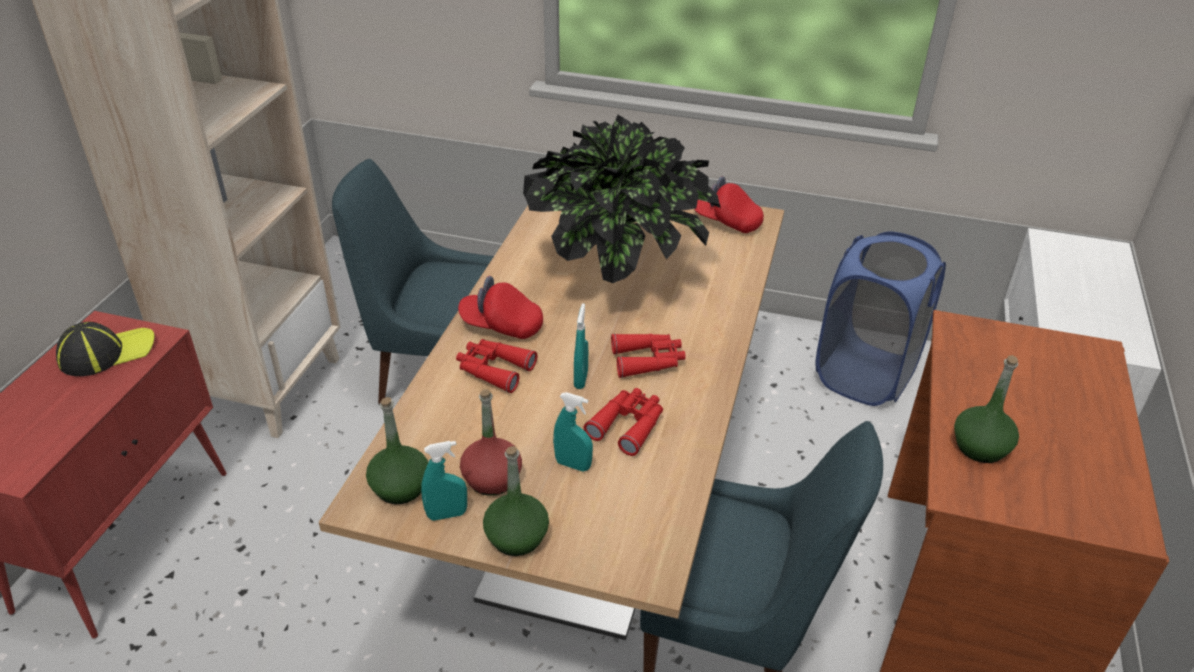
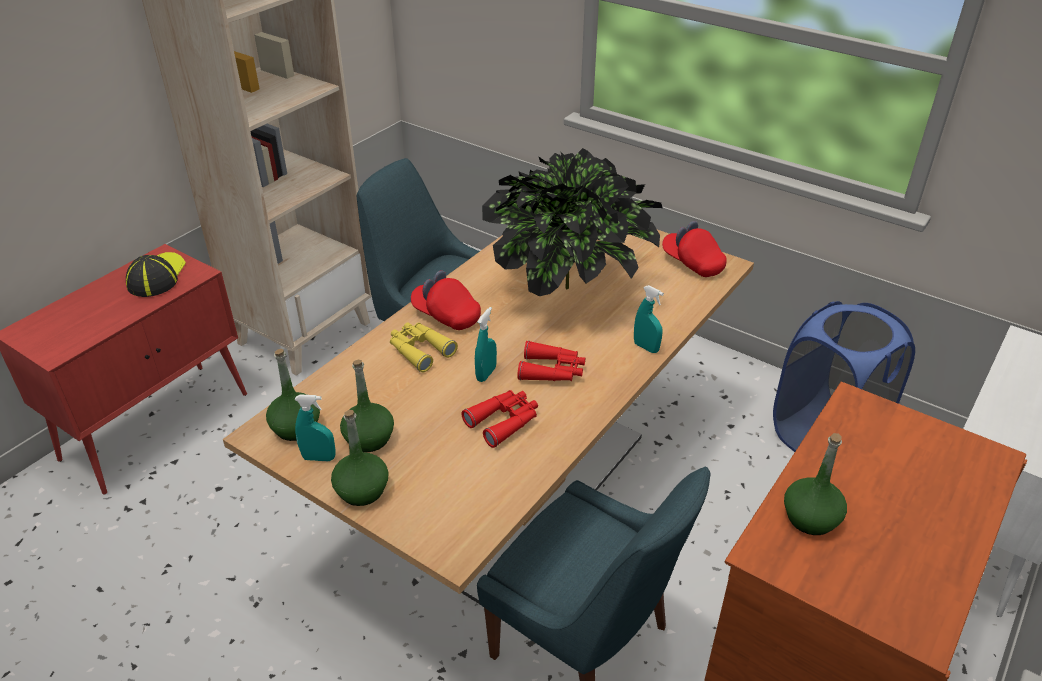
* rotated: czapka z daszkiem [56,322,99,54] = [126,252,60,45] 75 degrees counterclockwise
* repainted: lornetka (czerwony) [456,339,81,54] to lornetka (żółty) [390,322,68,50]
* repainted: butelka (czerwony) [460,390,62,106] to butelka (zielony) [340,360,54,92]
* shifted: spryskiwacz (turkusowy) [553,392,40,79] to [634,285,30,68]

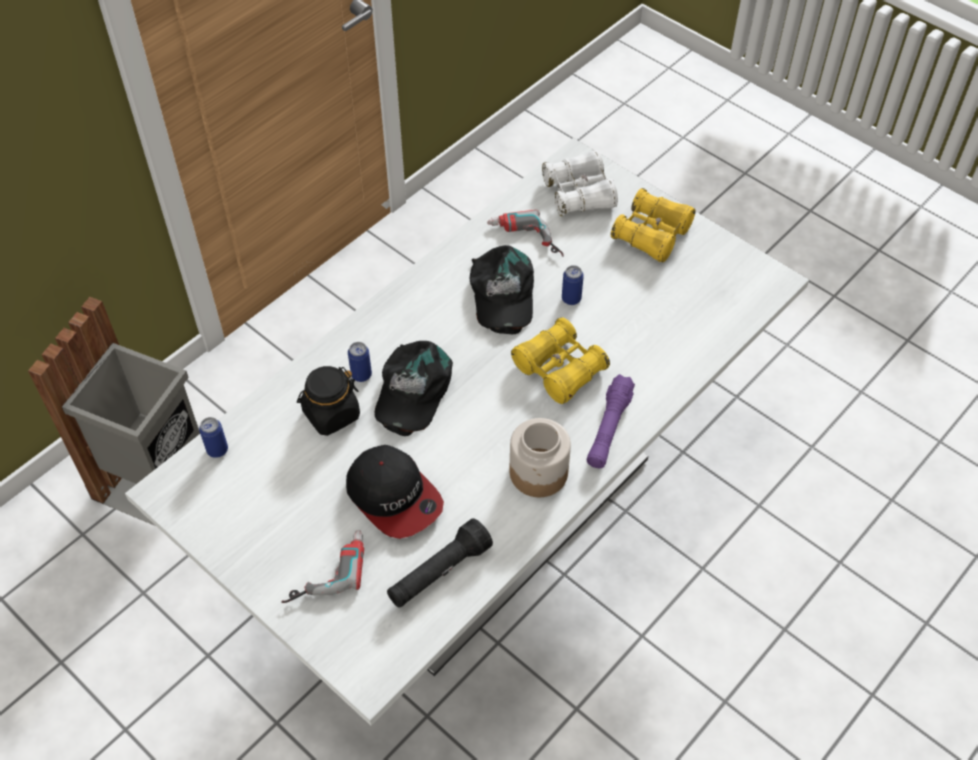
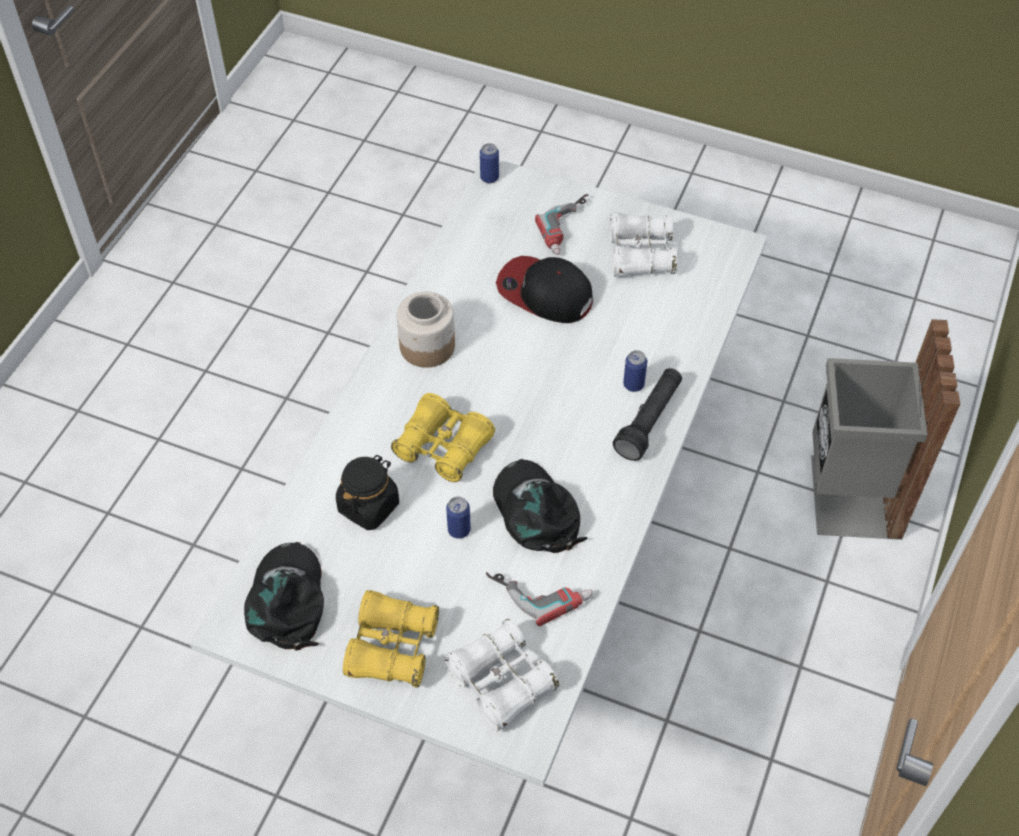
* shifted: czapka z daszkiem (czarny) [374,341,79,95] to [244,542,80,109]
* shifted: słoik (czarny) [297,366,63,70] to [336,455,63,75]
* gone: latarka (fioletowy) [587,374,48,94]
* shifted: puszka [199,417,29,41] to [480,143,19,40]
* shifted: latarka (czarny) [387,518,106,89] to [613,368,69,93]
* new: lornetka (biały) [610,213,67,64]

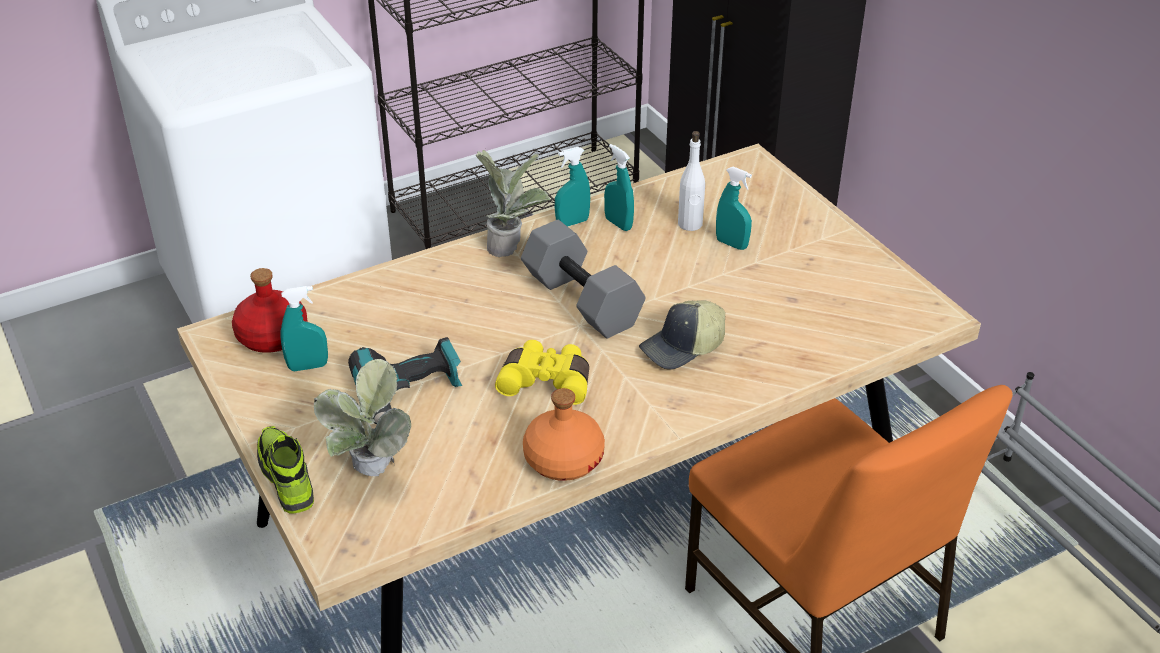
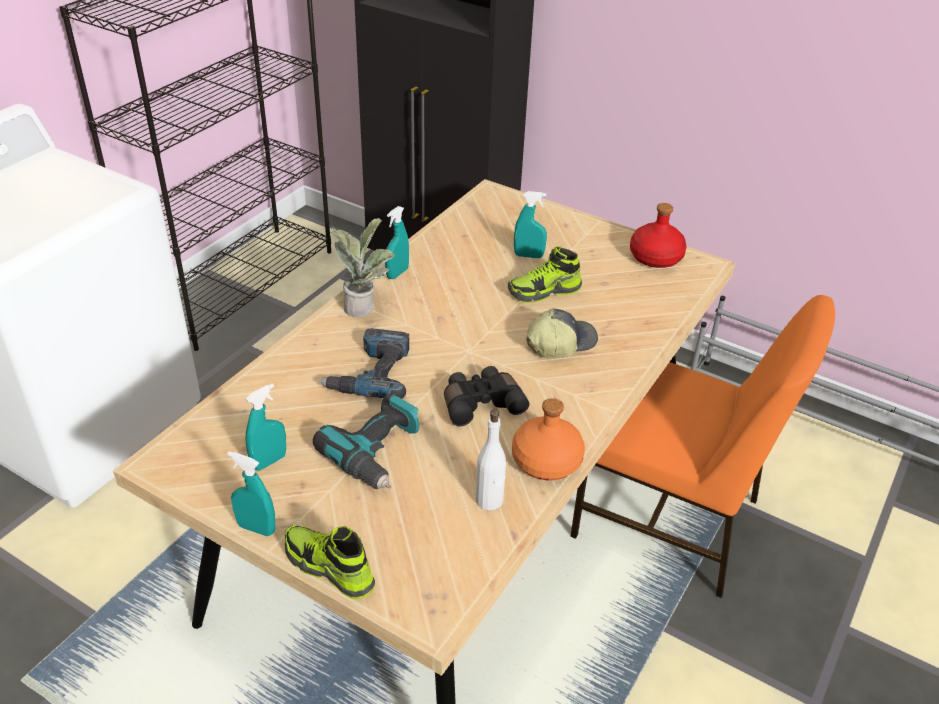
* shifted: butelka (biały) [678,131,27,100] to [475,409,31,101]
* shifted: spryskiwacz (turkusowy) [604,144,30,87] to [227,451,48,85]
* gone: hantel (szary) [521,220,125,119]
* shifted: butelka (czerwony) [232,268,76,85] to [630,203,57,65]
* rotated: czapka z daszkiem [639,300,86,70] = [526,308,72,50] 150 degrees counterclockwise
* repainted: lornetka (żółty) [495,340,94,65] to lornetka (czarny) [444,366,85,61]
* gone: roślina doniczkowa [314,359,97,118]
* new: but [508,246,74,57]
* new: wiertarka [318,328,91,71]

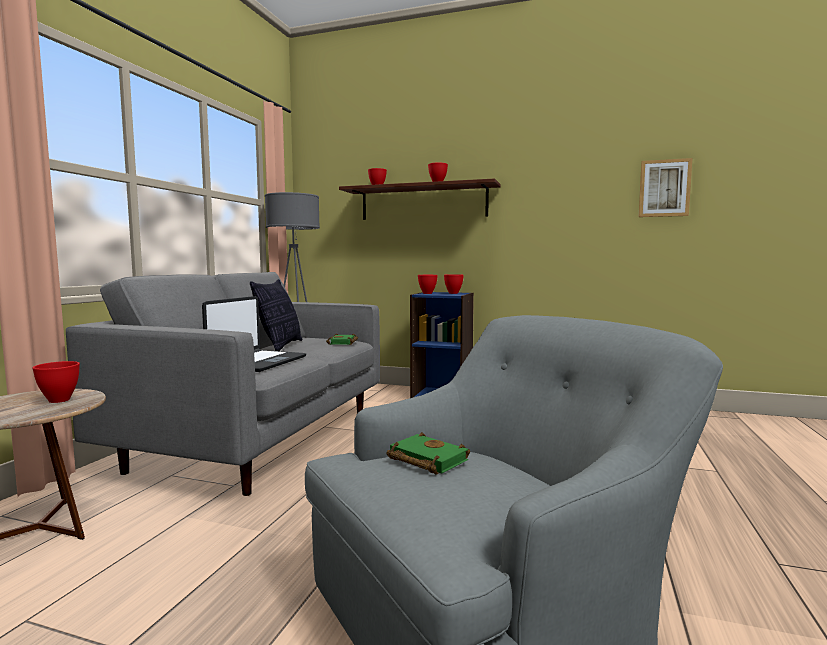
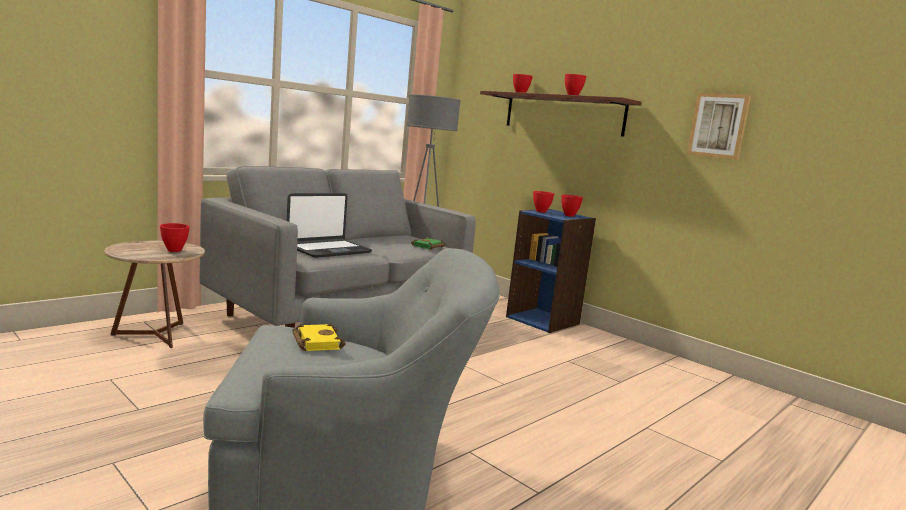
* shifted: obraz [638,158,54,59] to [687,93,64,67]
* gone: poduszka [250,279,53,72]
* repainted: książka (zielony) [386,432,84,42] to książka (żółty) [292,323,54,28]

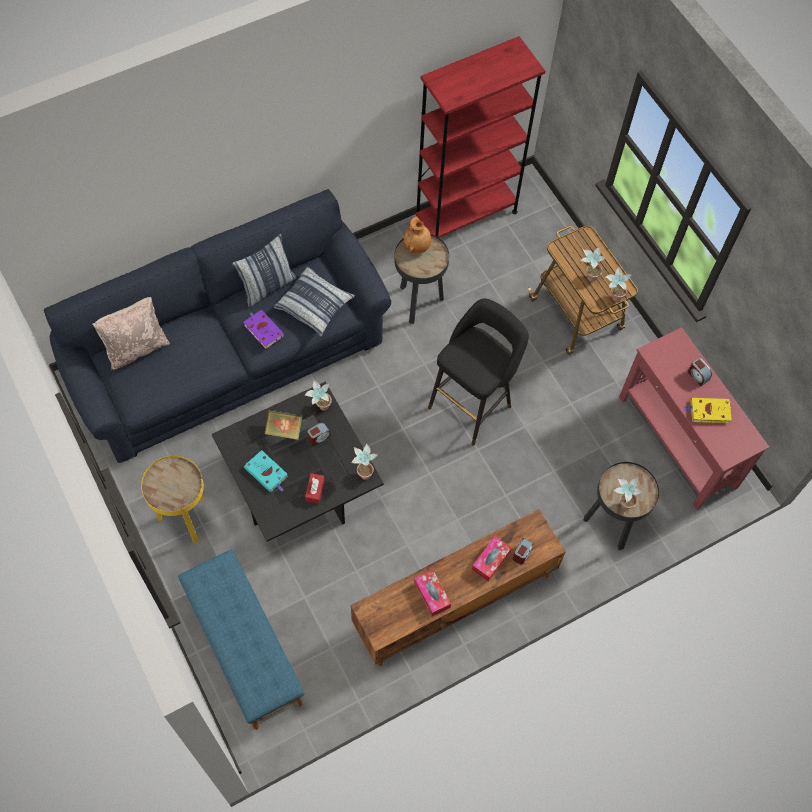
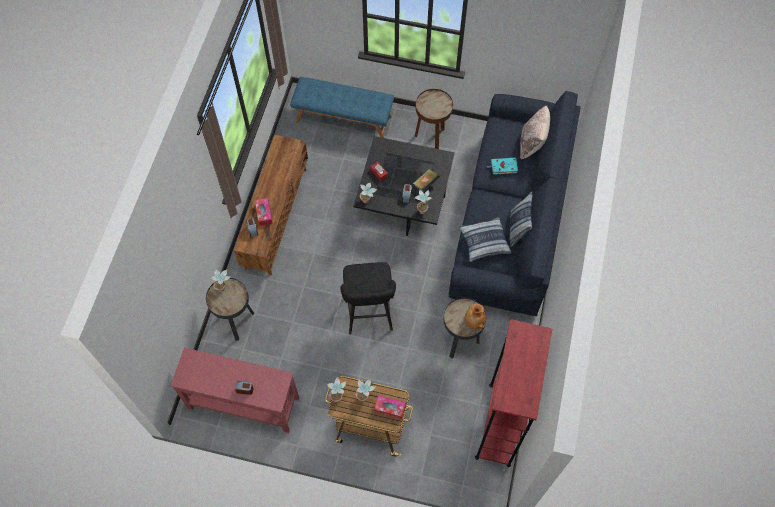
* gone: książka (fioletowy) [243,310,42,39]
* gone: książka (żółty) [683,398,49,25]
* shifted: książka (turkusowy) [244,450,44,42] to [487,158,31,17]
* repainted: stolik (żółty) [141,456,63,88] to stolik (brązowy) [415,89,38,60]
* shifted: pudełko chusteczek [414,570,37,46] to [374,395,32,24]

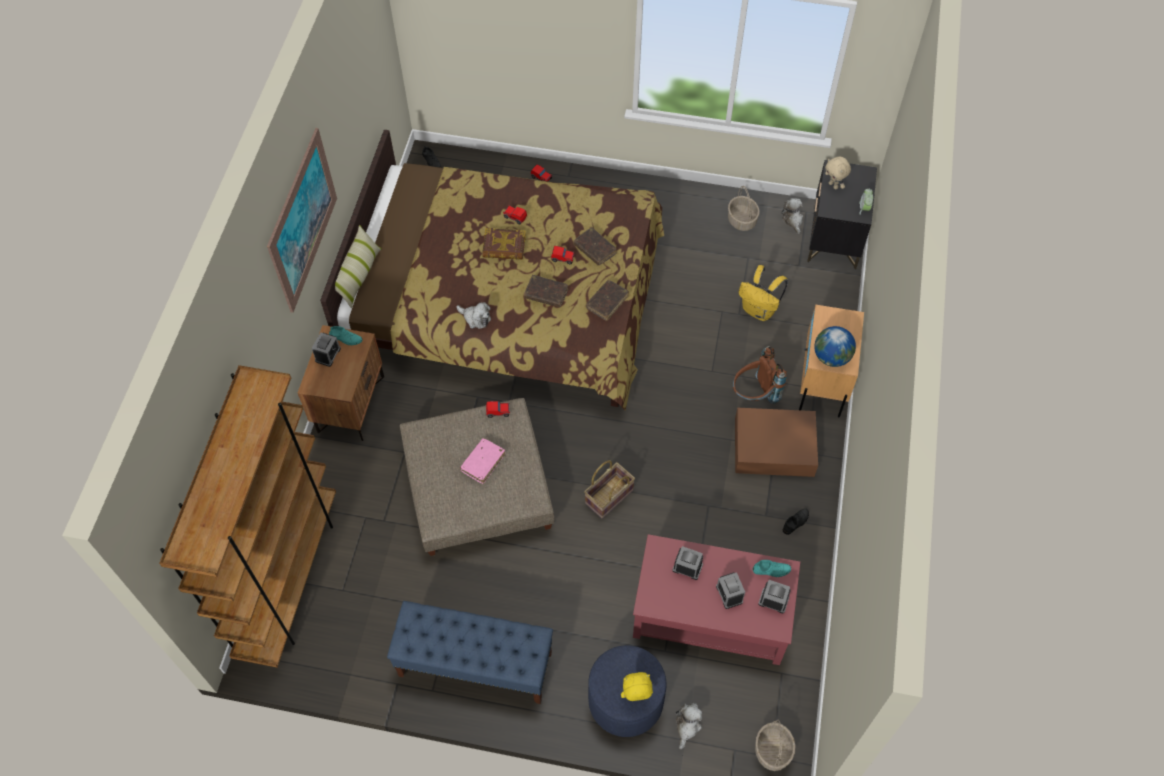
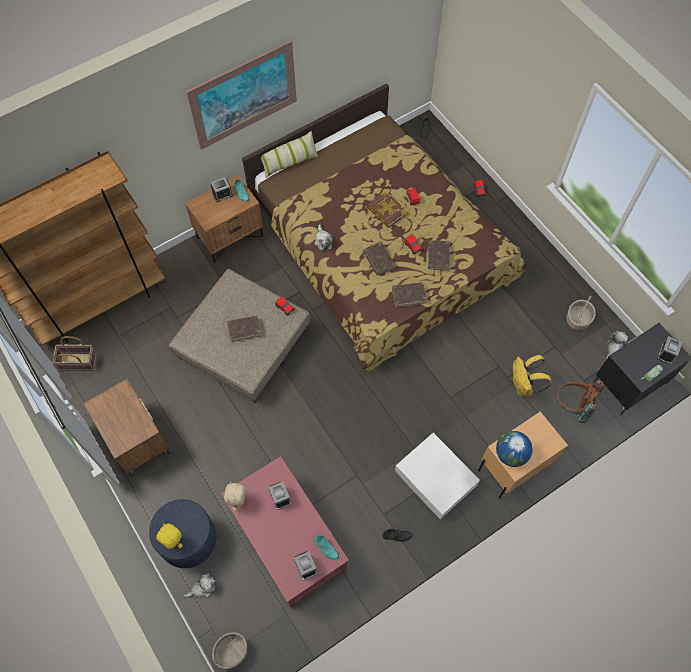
* shifted: pluszak (beżowy) [825,157,26,32] to [224,482,22,29]
* shifted: plecak (brązowy) [733,346,54,58] to [556,381,48,42]
* repainted: pojemnik do przechowywania (brązowy) [735,408,83,69] to pojemnik do przechowywania (biały) [395,433,85,87]
* repainted: książka (różowy) [460,438,45,46] to książka (brązowy) [227,315,35,27]
* shifted: koszyk [584,460,51,59] to [52,336,45,35]
* shifted: budzik [716,572,29,37] to [657,336,26,28]
* swapped: ławka (niebieski) [387,601,166,103] to szafka nocna (brązowy) [83,379,88,99]

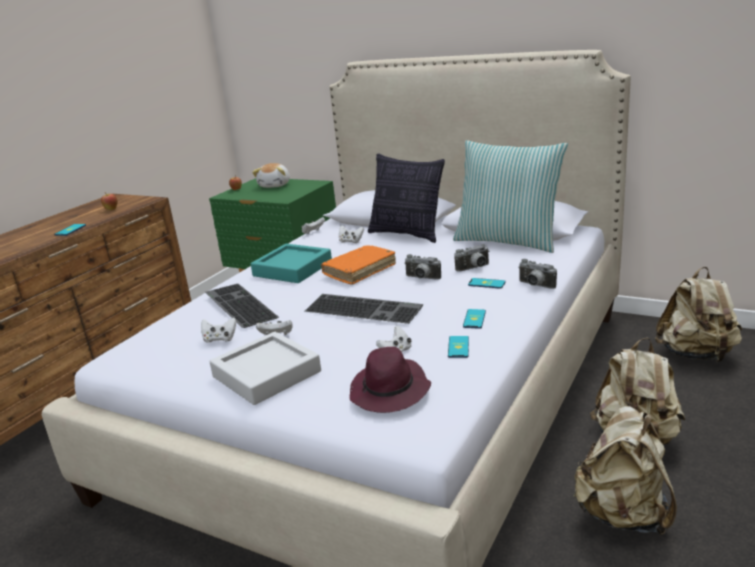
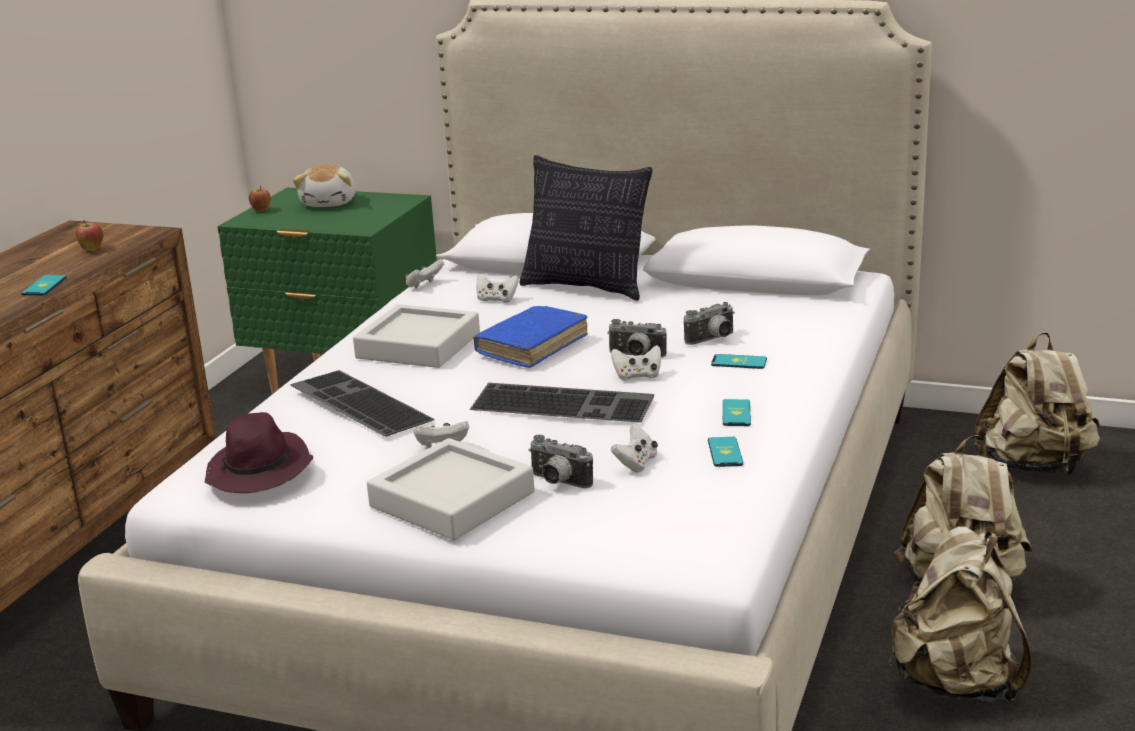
* gone: poduszka [453,140,115,113]
* repainted: taca (turkusowy) [251,244,81,39] to taca (szary) [353,304,127,64]
* repainted: książka (pomarańczowy) [321,245,75,40] to książka (niebieski) [473,306,115,62]
* shifted: aparat fotograficzny [518,259,39,30] to [529,435,64,53]
* shifted: pad do gier (biały) [201,318,35,25] to [611,345,50,35]
* shifted: kapelusz (fioletowy) [350,347,81,66] to [205,412,108,81]

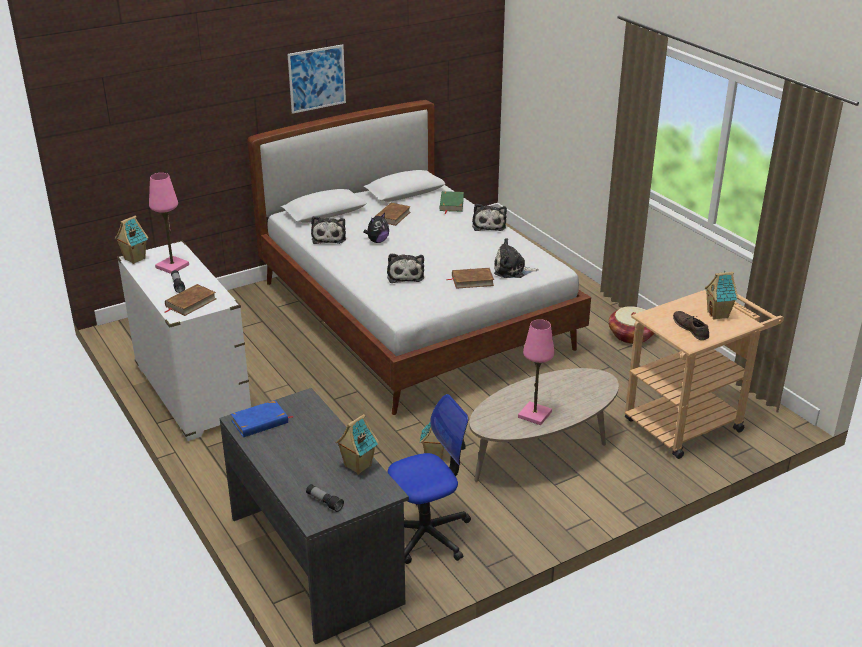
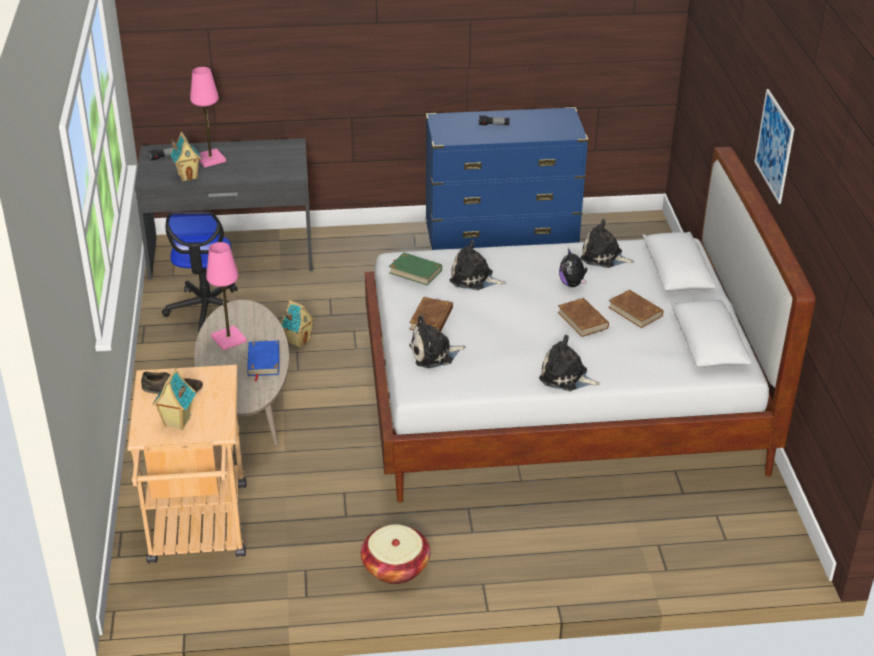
* shifted: lampa stołowa (różowy) [149,173,40,101] to [190,67,36,100]
* shifted: książka (zielony) [440,191,24,23] to [389,252,53,34]
* gone: domek [115,215,33,49]
* rotated: pluszak [494,238,45,40] = [409,315,57,53] 135 degrees counterclockwise
* repainted: komoda (biały) [117,240,134,201] to komoda (niebieski) [426,107,163,143]
* shifted: książka (brązowy) [165,284,51,32] to [558,298,51,39]
* shifted: książka (niebieski) [231,400,62,37] to [247,341,32,40]

